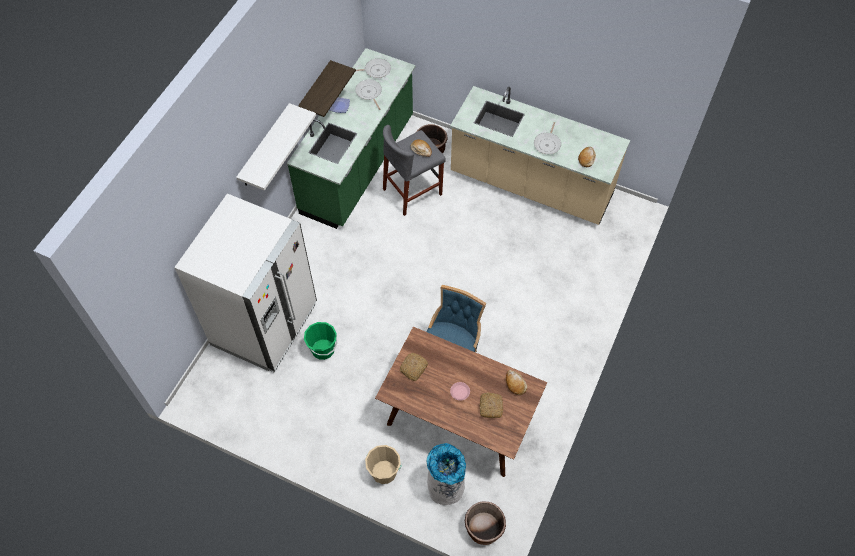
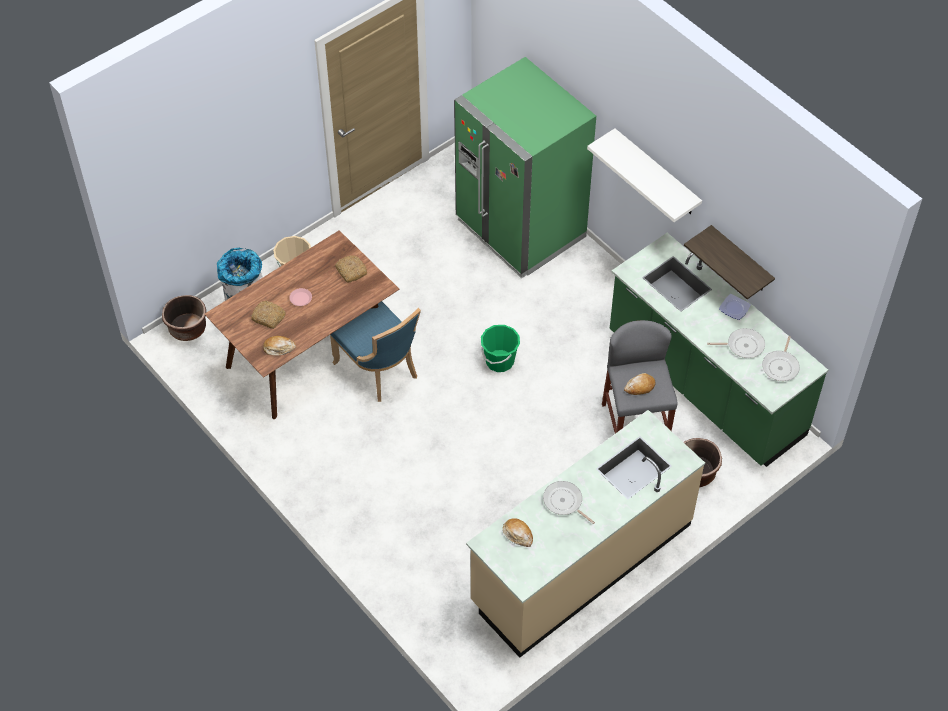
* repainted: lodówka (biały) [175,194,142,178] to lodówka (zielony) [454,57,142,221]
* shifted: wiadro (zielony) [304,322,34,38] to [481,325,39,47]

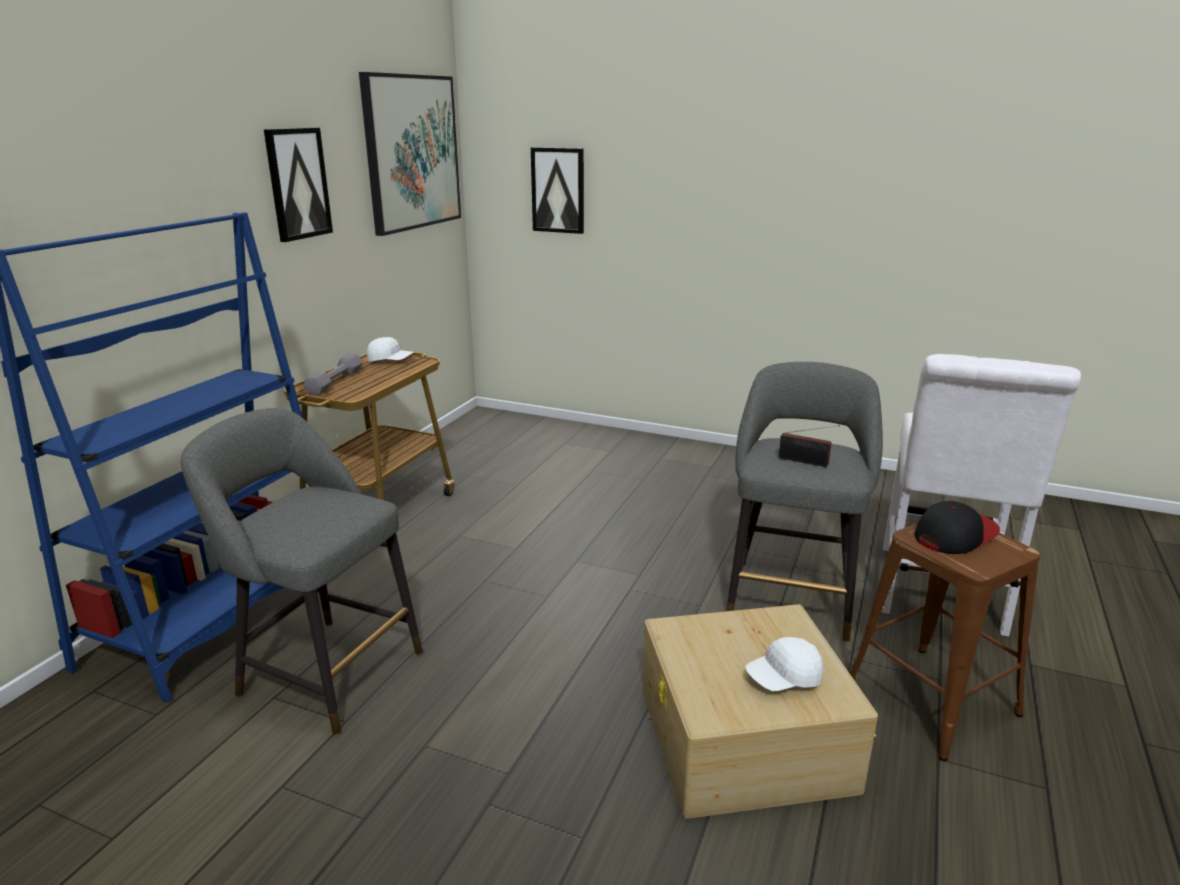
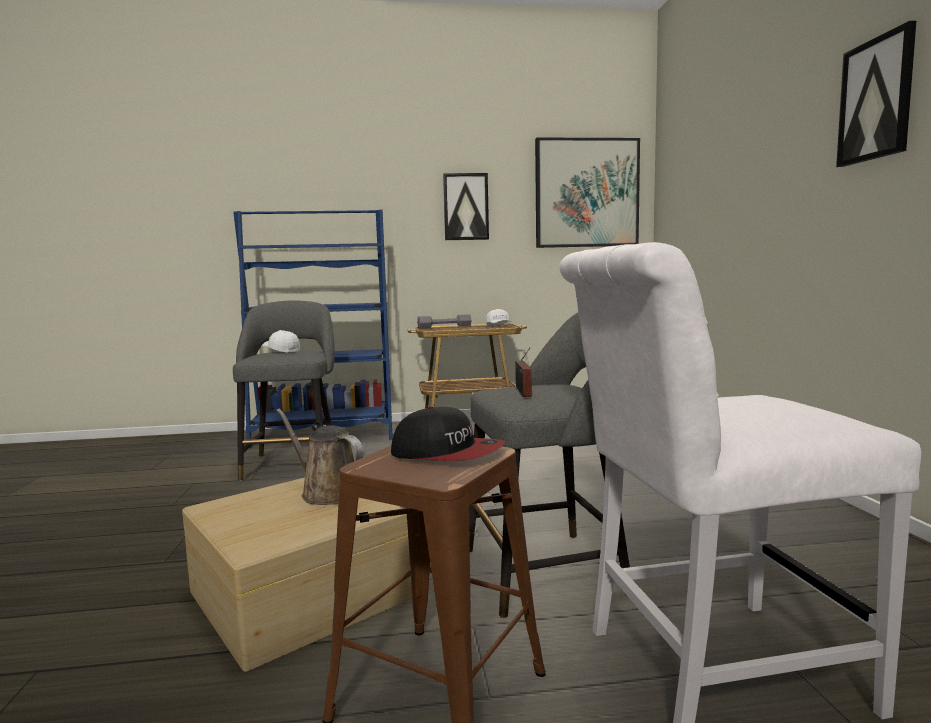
* shifted: obraz [531,147,53,87] to [836,21,80,146]
* shifted: czapka z daszkiem (biały) [745,637,78,54] to [262,330,38,23]
* new: konewka (brązowy) [276,408,88,97]

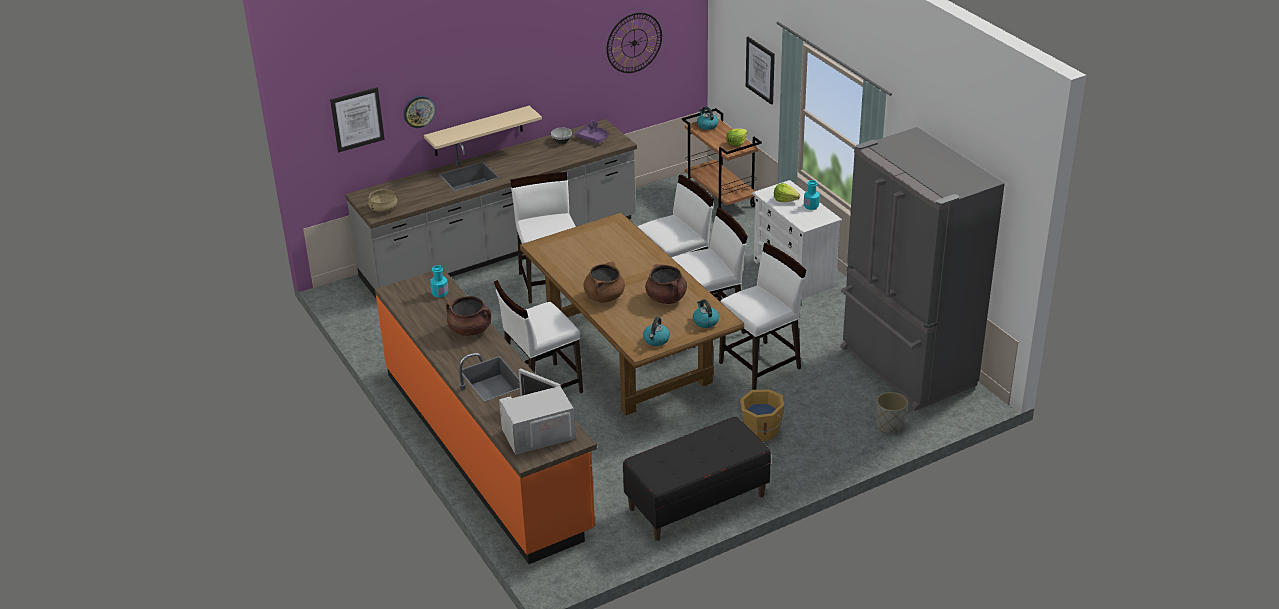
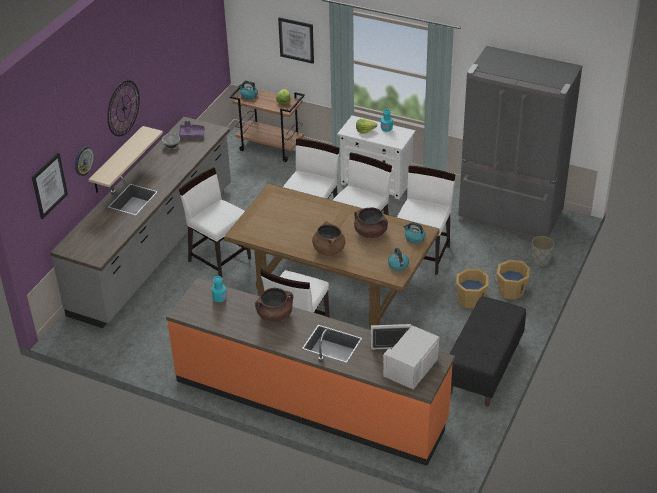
* shifted: zegar ścienny [607,13,55,60] to [107,80,33,57]
* gone: garnek (beżowy) [368,189,29,23]
* new: wiadro (pomarańczowy) [493,260,40,40]

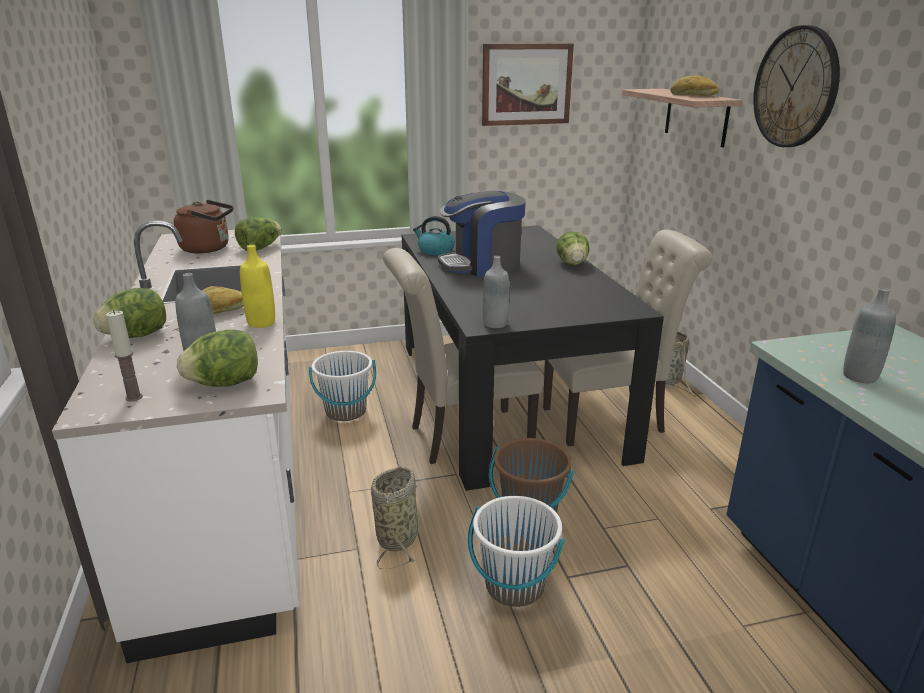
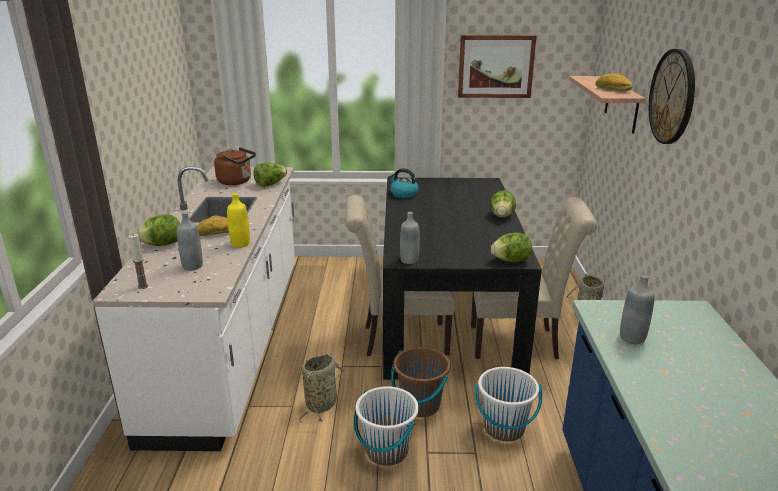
* gone: ekspres do kawy [438,191,87,85]
* shifted: sałata [177,330,81,57] to [491,232,41,31]
* shifted: wiadro (biały) [308,351,68,70] to [475,367,67,74]

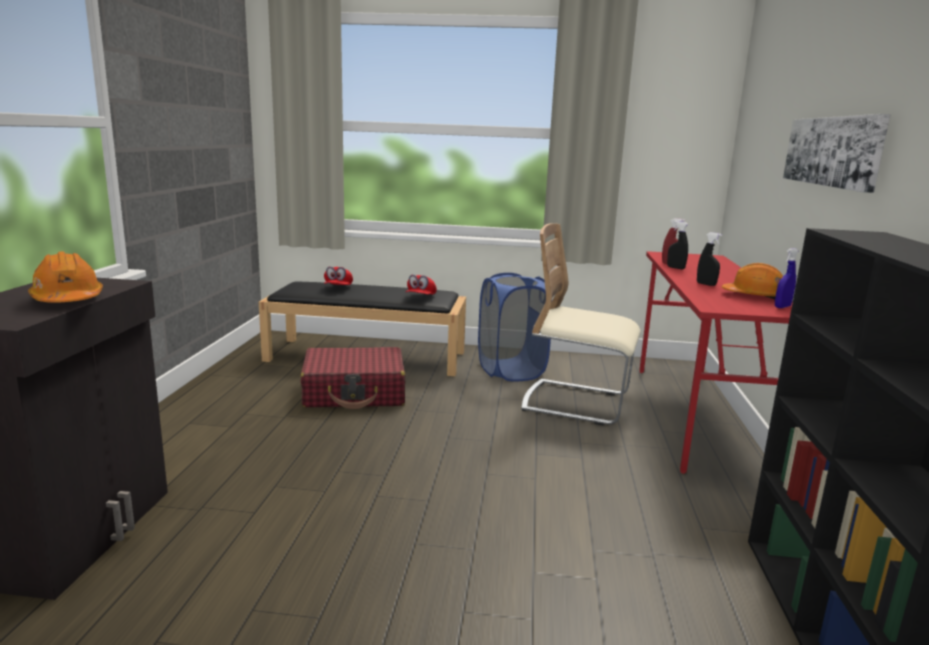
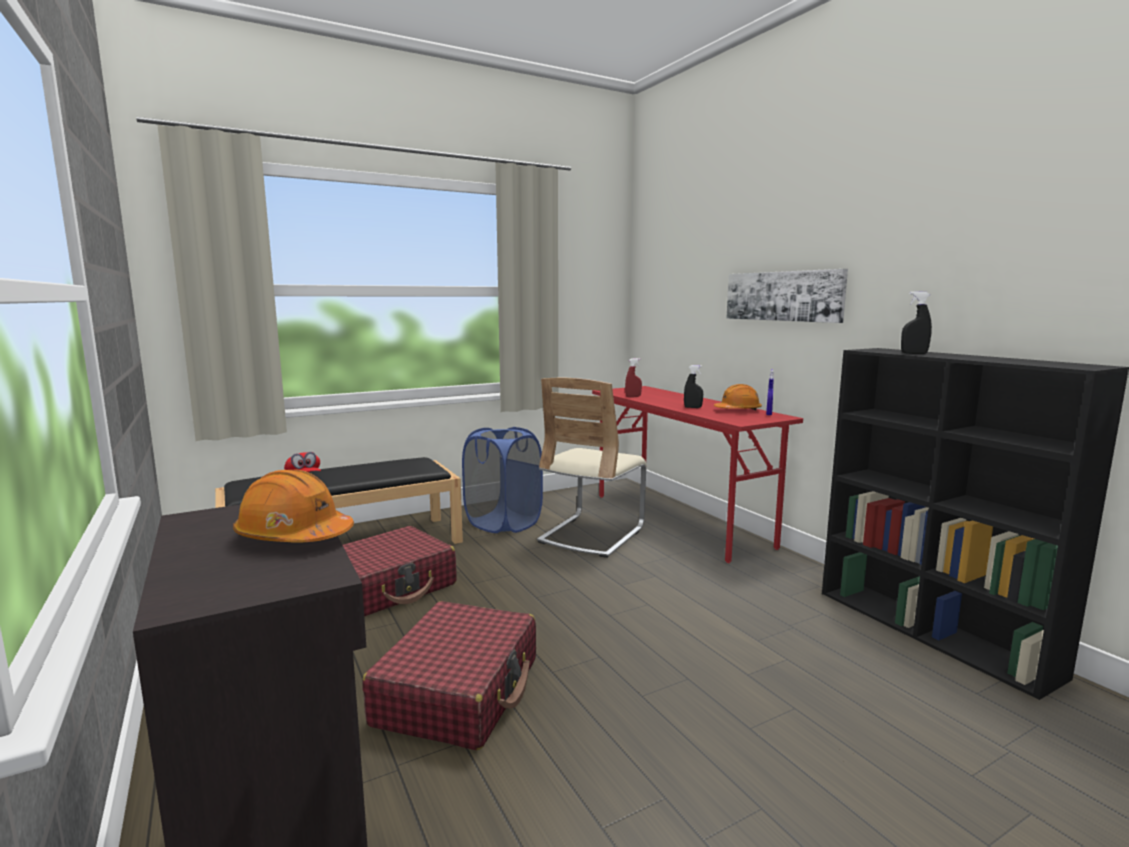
* shifted: spryskiwacz (czarny) [667,221,21,48] to [901,291,31,63]
* rotated: krzesło (beżowy) [521,223,120,203] = [537,378,110,180] 45 degrees counterclockwise
* gone: czapka z daszkiem (czerwony) [405,275,32,20]
* new: walizka (czerwony) [362,601,174,149]

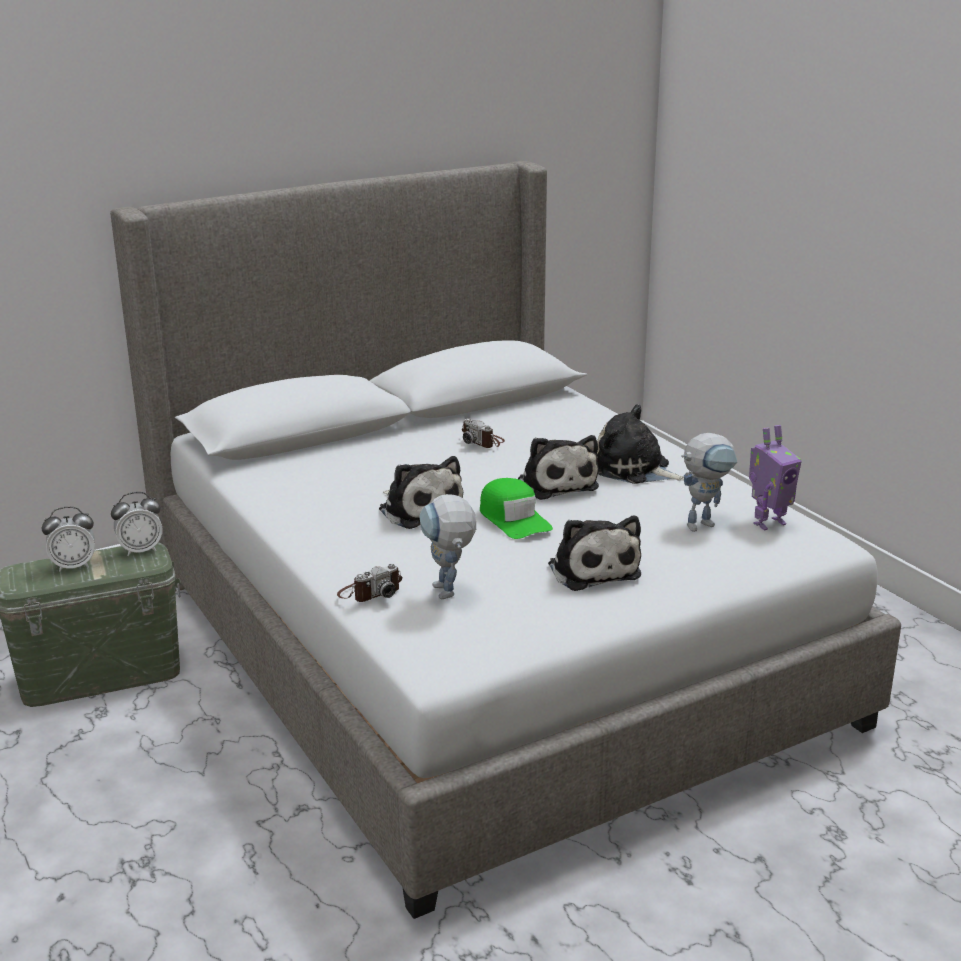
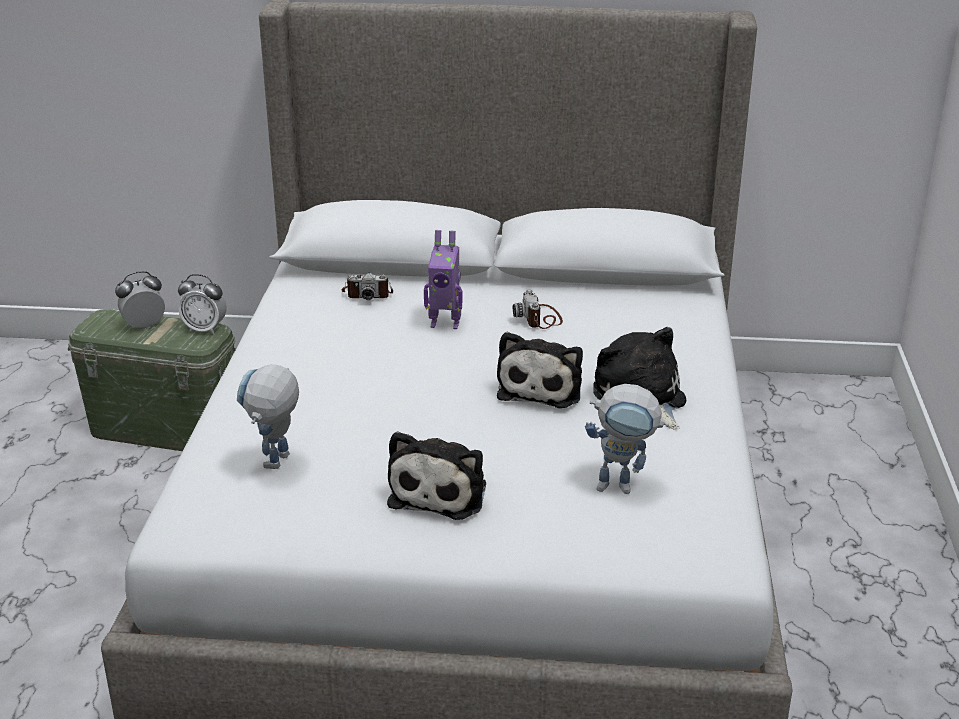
* shifted: robot zabawkowy [749,425,53,105] to [424,230,38,99]
* gone: pluszak [379,456,84,73]
* gone: czapka z daszkiem (zielony) [480,478,73,61]
* rotated: budzik [42,507,53,65] = [115,271,50,58] 135 degrees clockwise
* shifted: aparat fotograficzny [337,564,65,38] to [341,273,52,27]

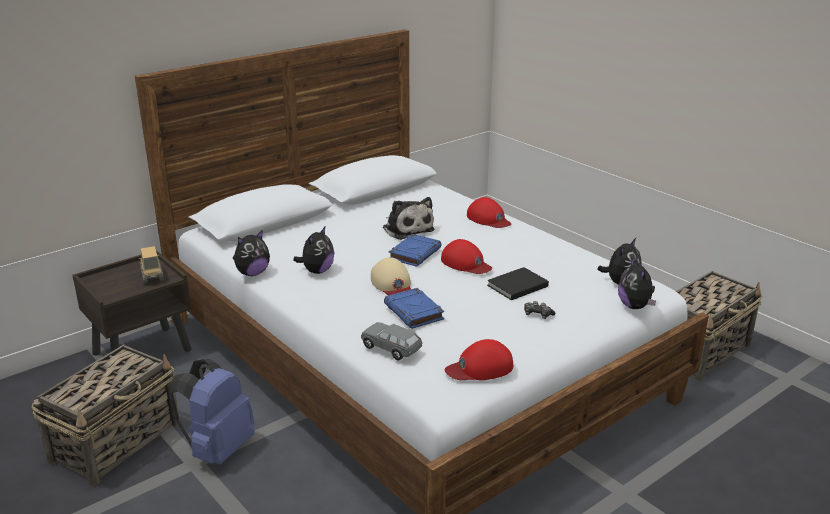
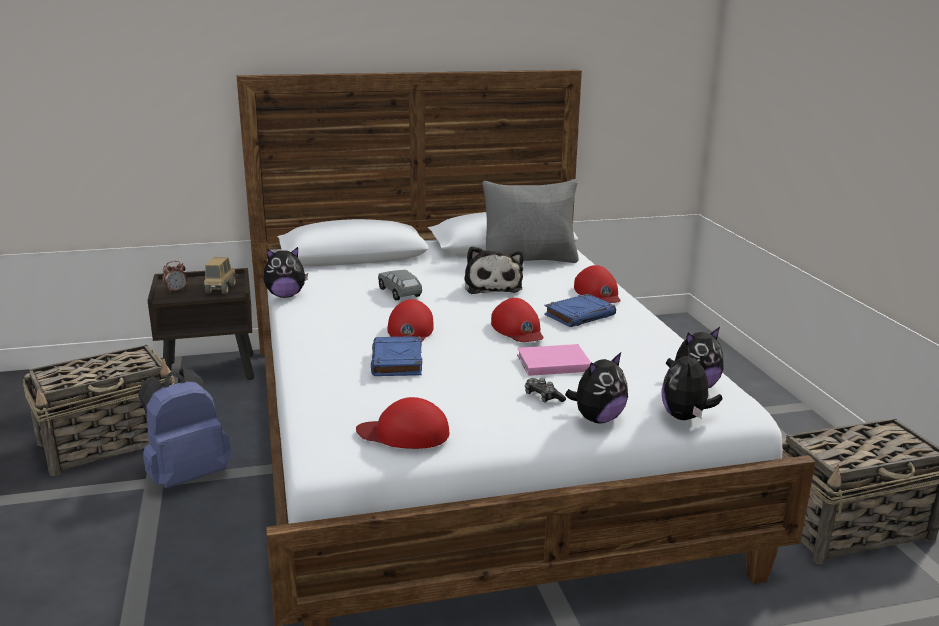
* shifted: pluszak [293,227,41,47] to [565,353,63,70]
* shifted: książka (niebieski) [389,234,53,33] to [544,294,72,33]
* repainted: czapka z daszkiem (beżowy) [371,257,40,39] to czapka z daszkiem (czerwony) [387,299,47,43]
* repainted: książka (czarny) [487,267,62,33] to książka (różowy) [517,344,74,32]
* shifted: samochodzik (szary) [361,322,61,39] to [378,270,44,30]
* new: poduszka (szary) [482,179,97,84]
* new: budzik [162,261,25,32]

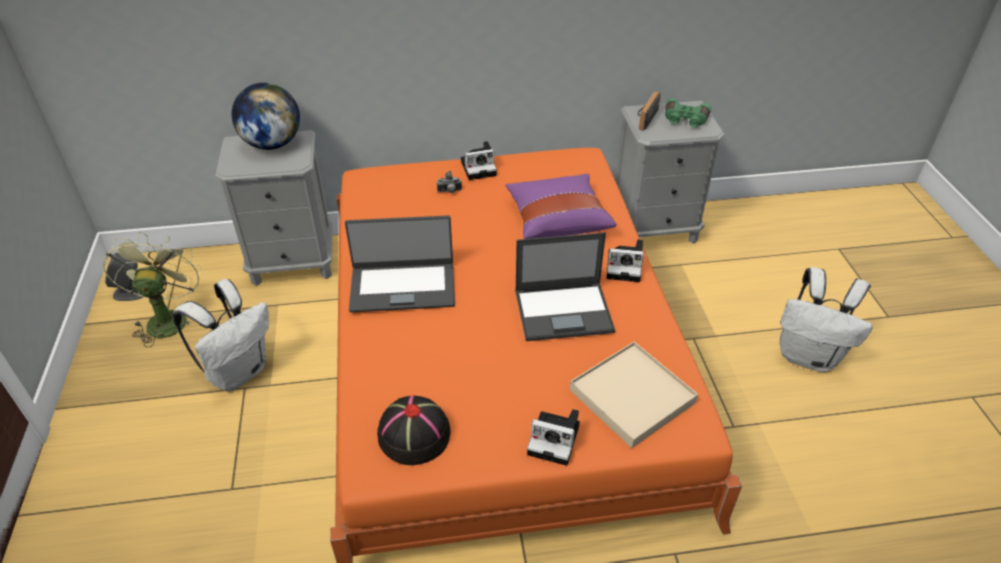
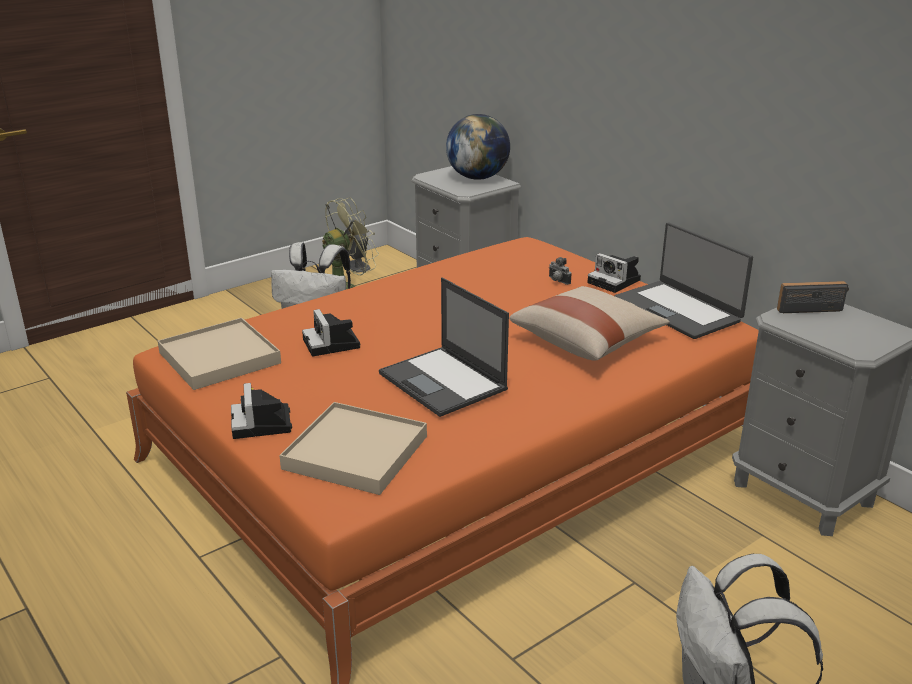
* gone: lornetka (zielony) [665,98,46,30]
* repainted: poduszka (fioletowy) [505,174,112,65] to poduszka (beżowy) [509,286,161,74]
* shifted: laptop [345,215,110,97] to [615,223,138,116]
* shifted: aparat fotograficzny [607,239,37,43] to [302,309,59,47]
* swapped: kapelusz (czarny) [377,396,74,69] to taca (beżowy) [158,318,123,72]

